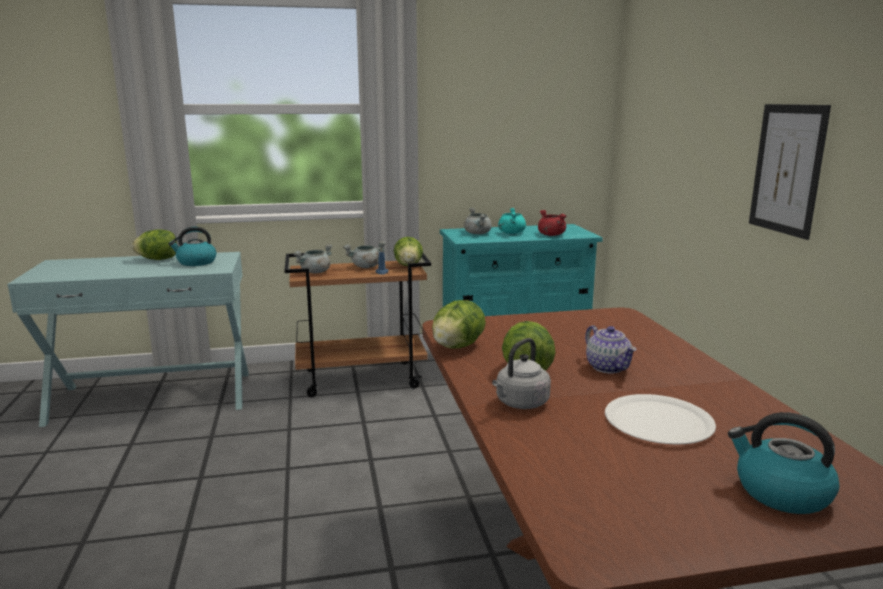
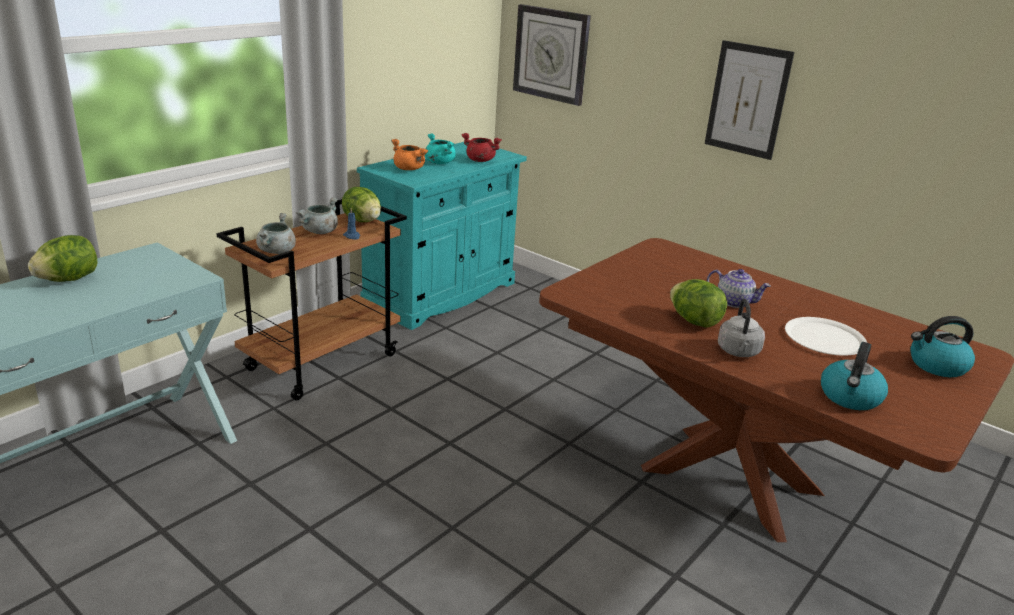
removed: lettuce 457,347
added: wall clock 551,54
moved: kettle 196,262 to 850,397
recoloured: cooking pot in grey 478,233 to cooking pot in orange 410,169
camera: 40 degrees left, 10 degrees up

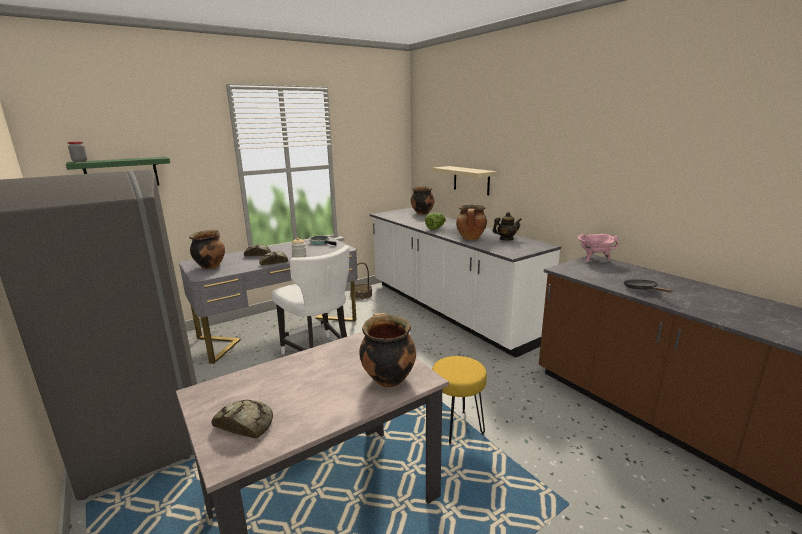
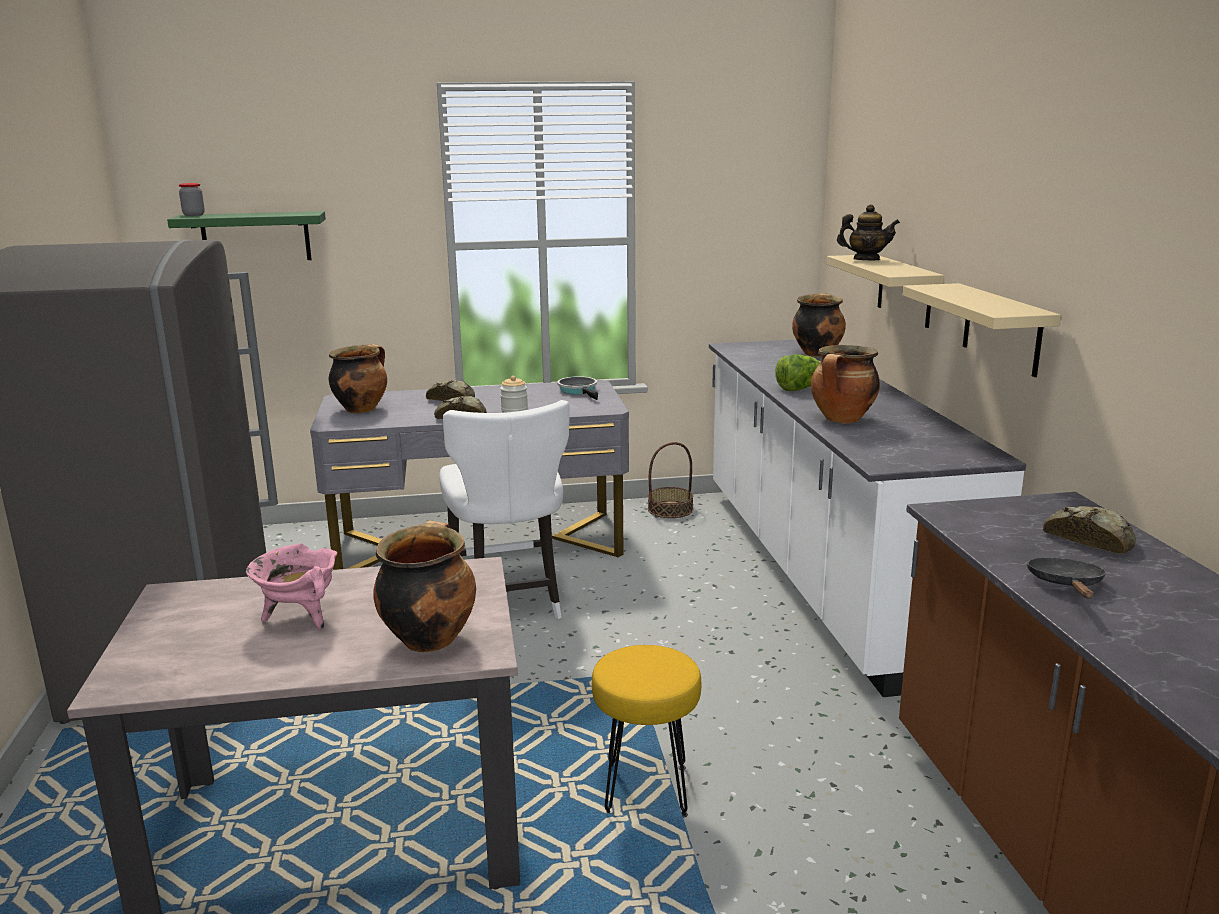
added: shelf in beige 1002,329
moved: bread 245,423 to 1089,538; teapot 506,239 to 866,260; cooking pot in pink 594,260 to 300,617
camera: 25 degrees right, 0 degrees up

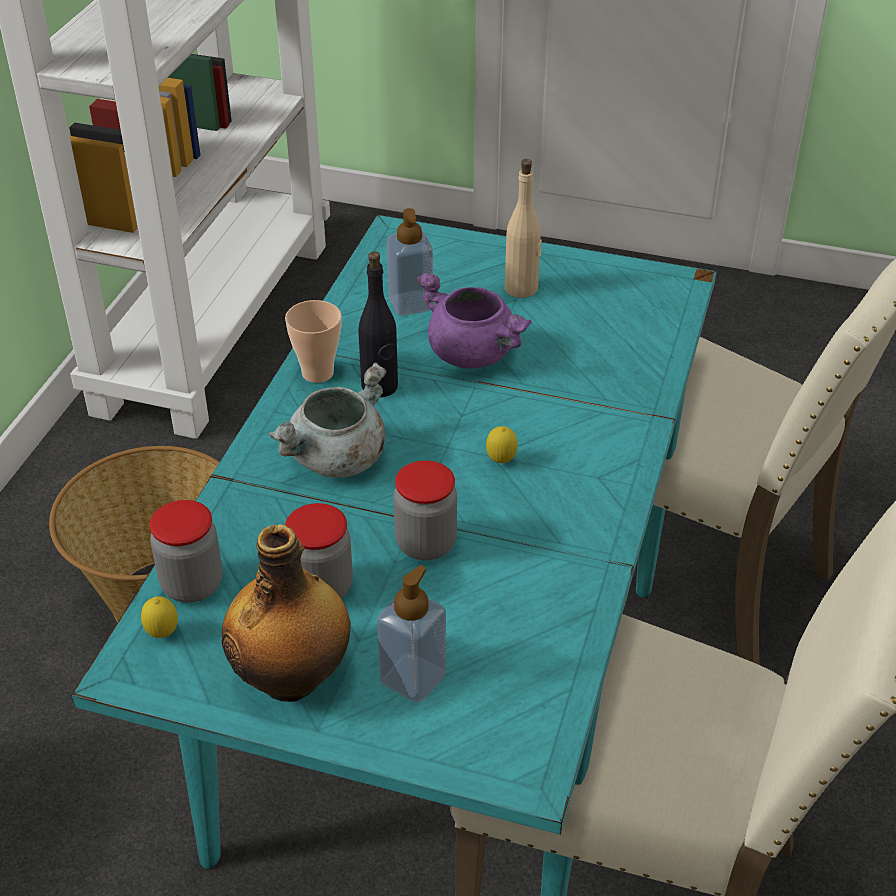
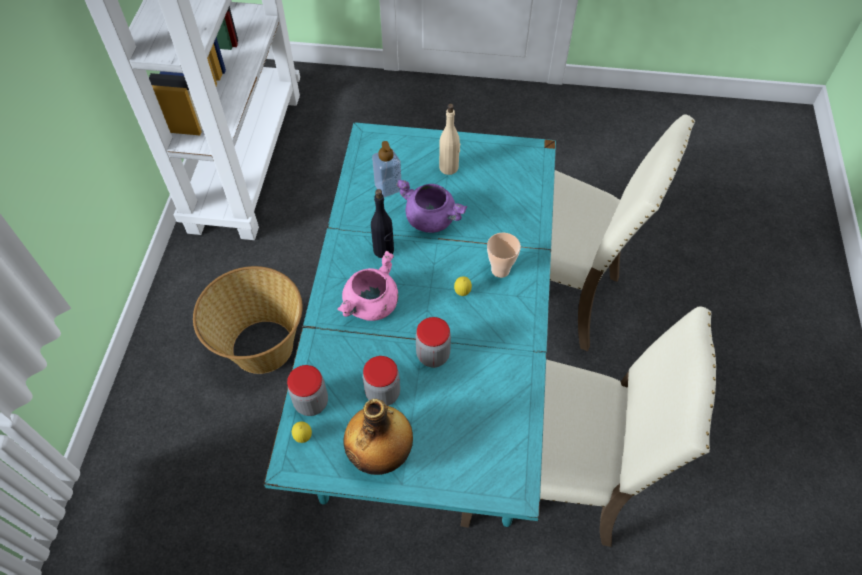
removed: soap dispenser 413,678
moved: cup 317,373 to 500,270
recoloured: cooking pot in grey 337,460 to cooking pot in pink 371,305
camera: 10 degrees left, 15 degrees up

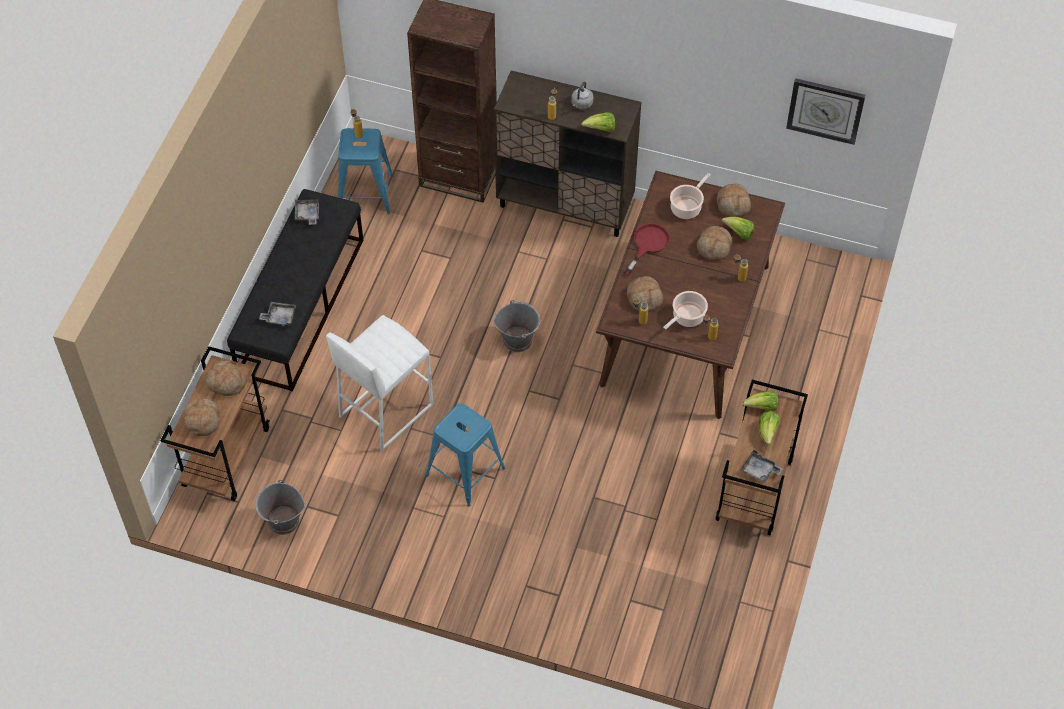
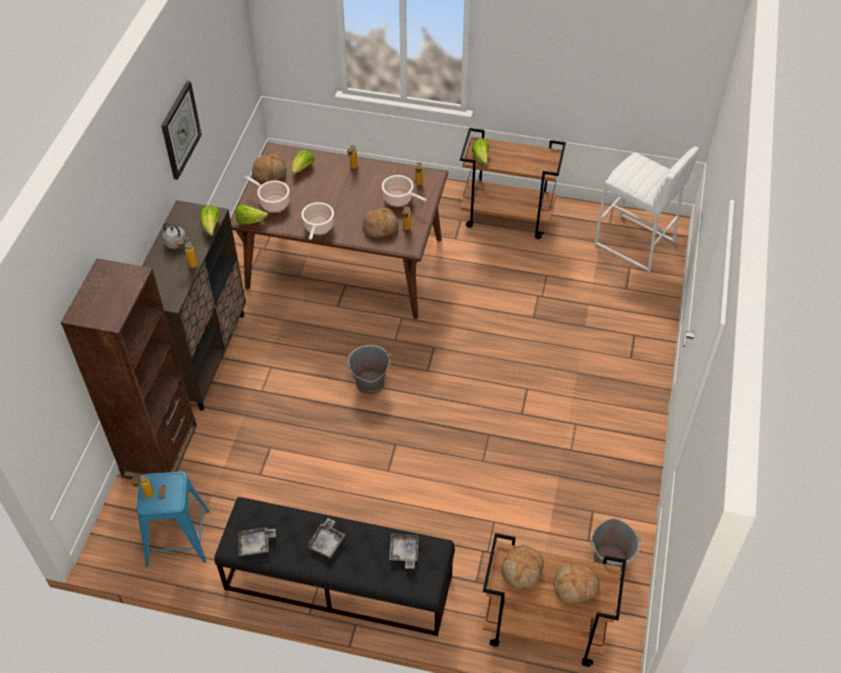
removed: stool in blue 465,471; bread 714,247
moved: stool in white 385,410 to 634,243; tray in grey 759,470 to 327,542; lettuce 767,432 to 250,221; wall clock 825,110 to 180,130
replaced: frying pan in red 647,244 to cooking pot 318,227
camera: 95 degrees left, 5 degrees down

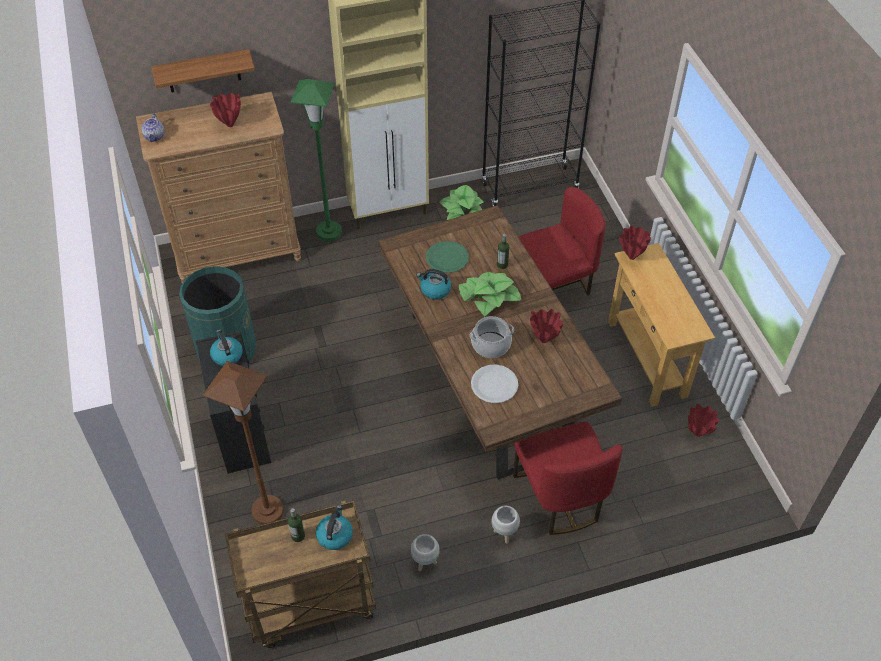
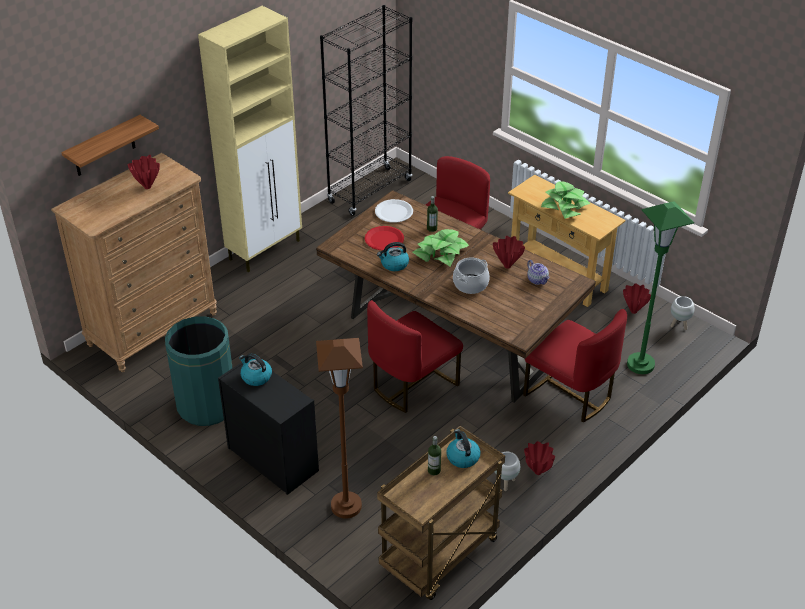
added: chair in red 412,385
moved: teapot 155,136 to 537,280; floor lamp in green 329,232 to 640,365; potted plant 462,209 to 565,206; plate in white 494,385 to 393,212; planter in white 504,534 to 679,325; vase in red 631,256 to 537,472
recoloured: plate in green 447,258 to plate in red 384,239
camera: 30 degrees left, 10 degrees down

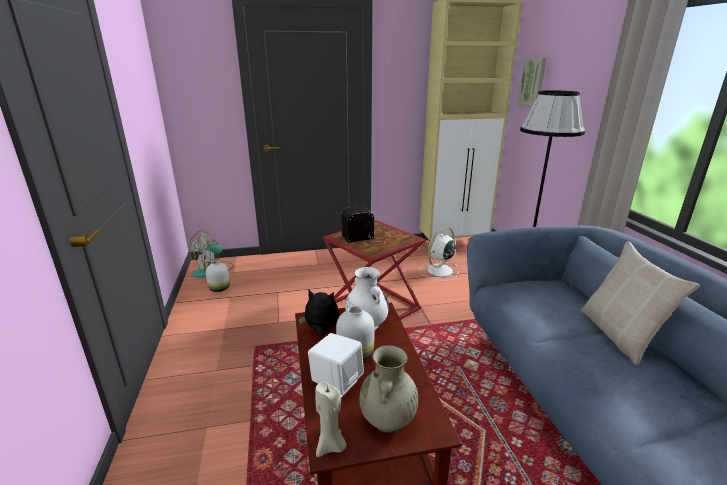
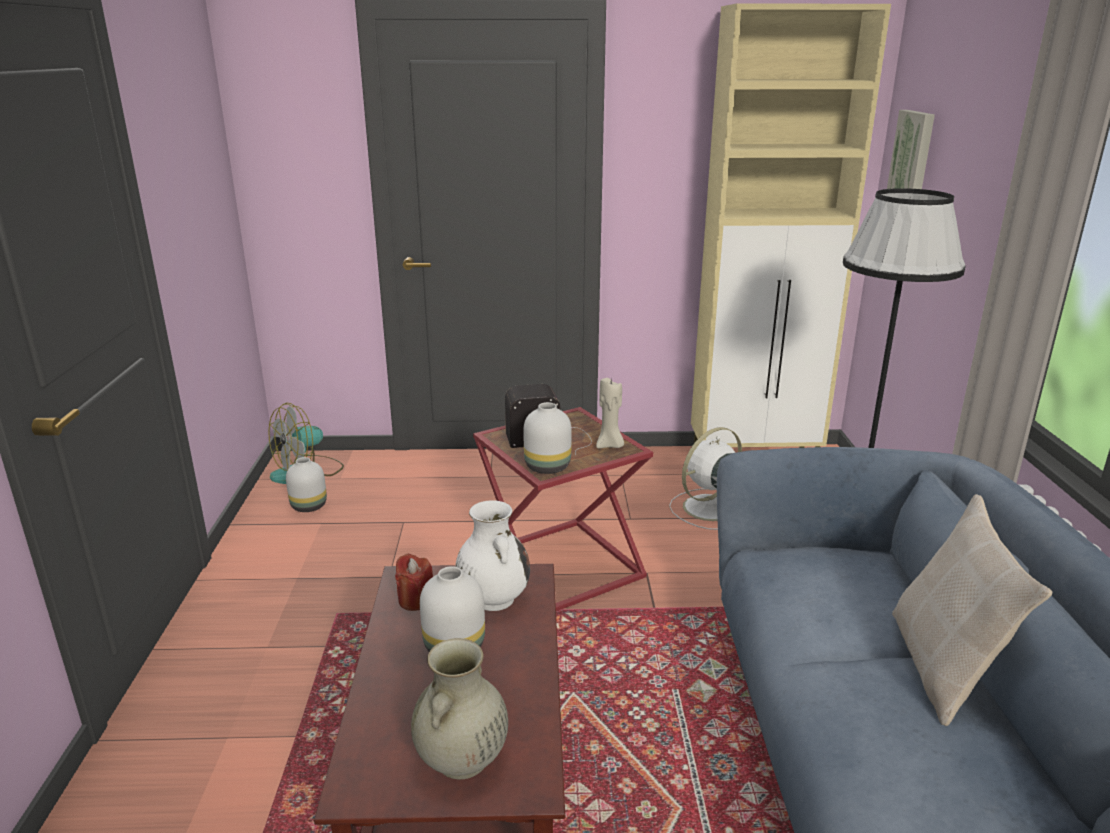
removed: speaker in white 336,384
added: vase in white 548,467
moved: candle in beige 331,446 to 610,445
replaced: plush toy 321,330 to candle in red 415,600
camera: 10 degrees right, 0 degrees up

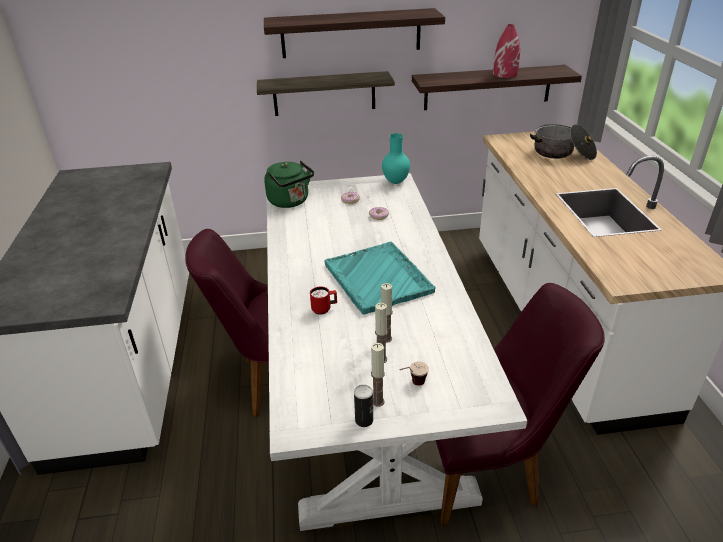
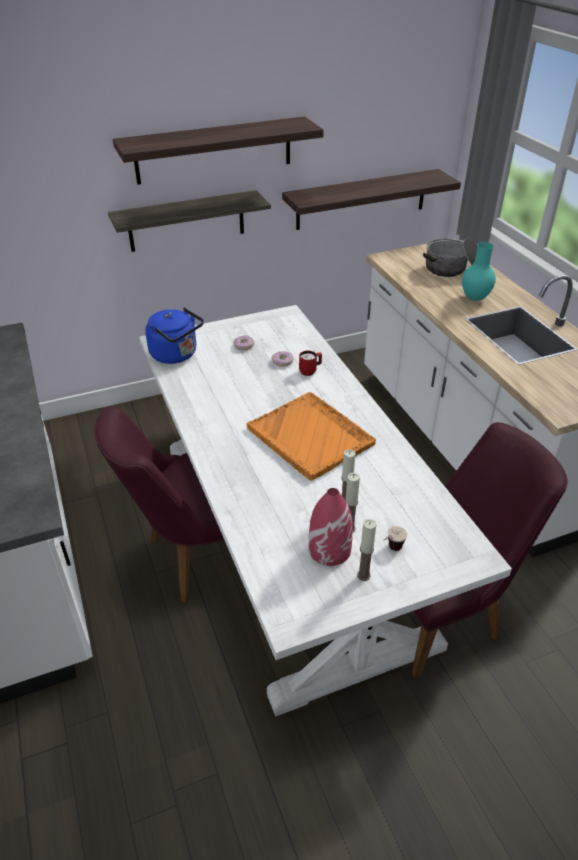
removed: can 364,420
moved: mug in red 324,309 to 310,371; vase in turquoise 396,182 to 475,298; vase in red 505,74 to 329,549
recoloured: kettle in green 290,202 to kettle in blue 176,355; tray in turquoise 378,279 to tray in orange 311,437
camera: 15 degrees left, 5 degrees up

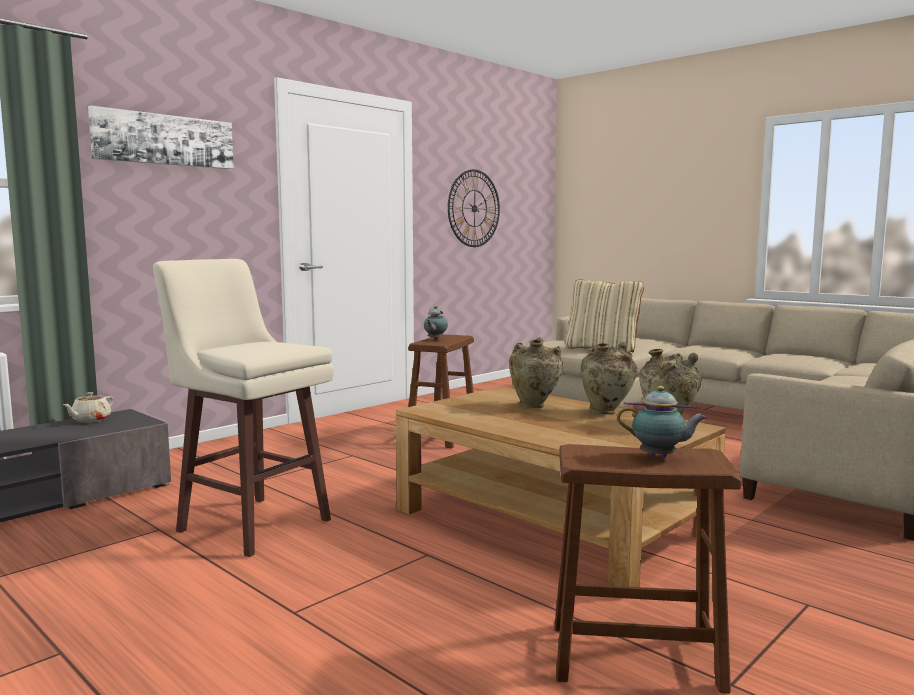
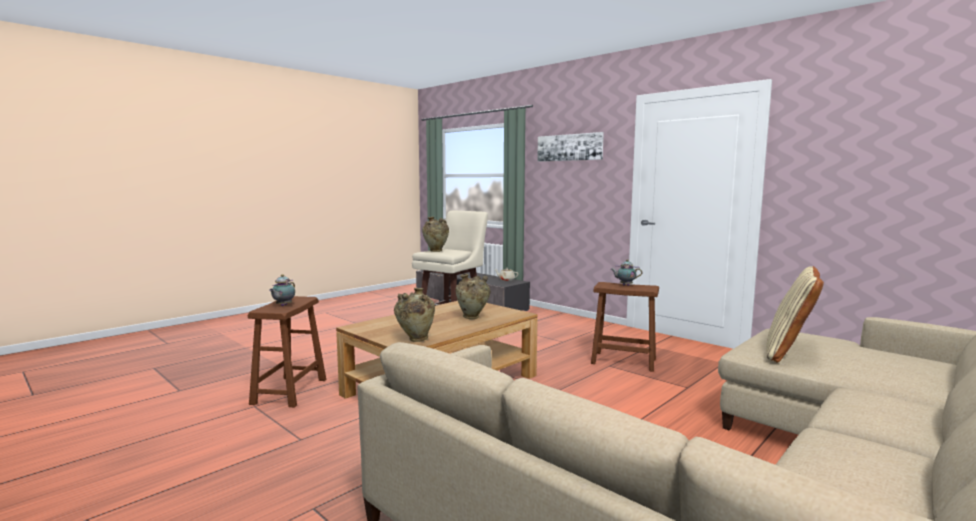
removed: wall clock 474,208
moved: vase in beige 607,412 to 436,251
camera: 90 degrees right, 0 degrees up

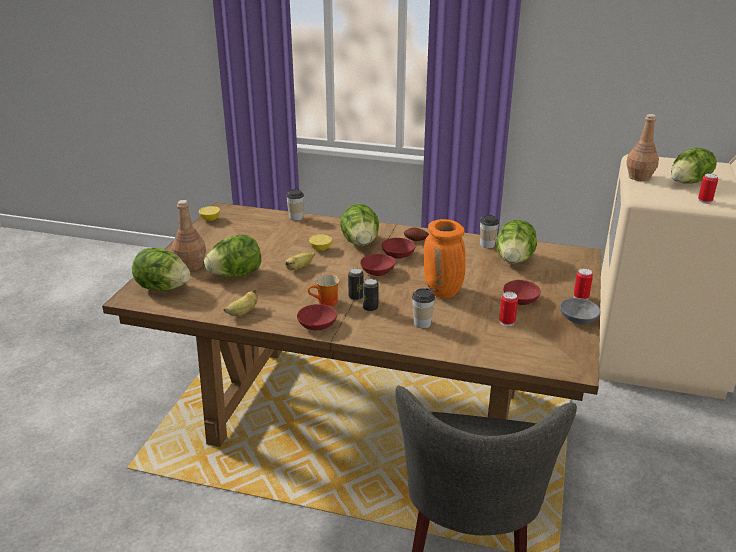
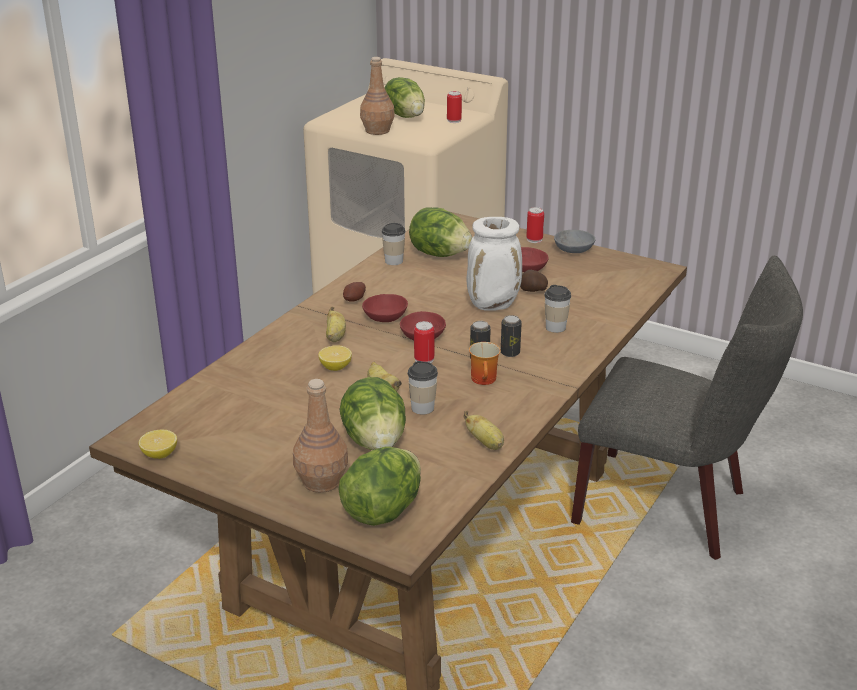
removed: bowl in red 317,325
added: potato 532,291
moved: cup 296,217 to 422,408; can 507,322 to 424,359
replaced: lettuce 360,242 to banana 335,337
recoloured: vase in orange 443,292 to vase in white 493,305
camera: 75 degrees left, 0 degrees up

